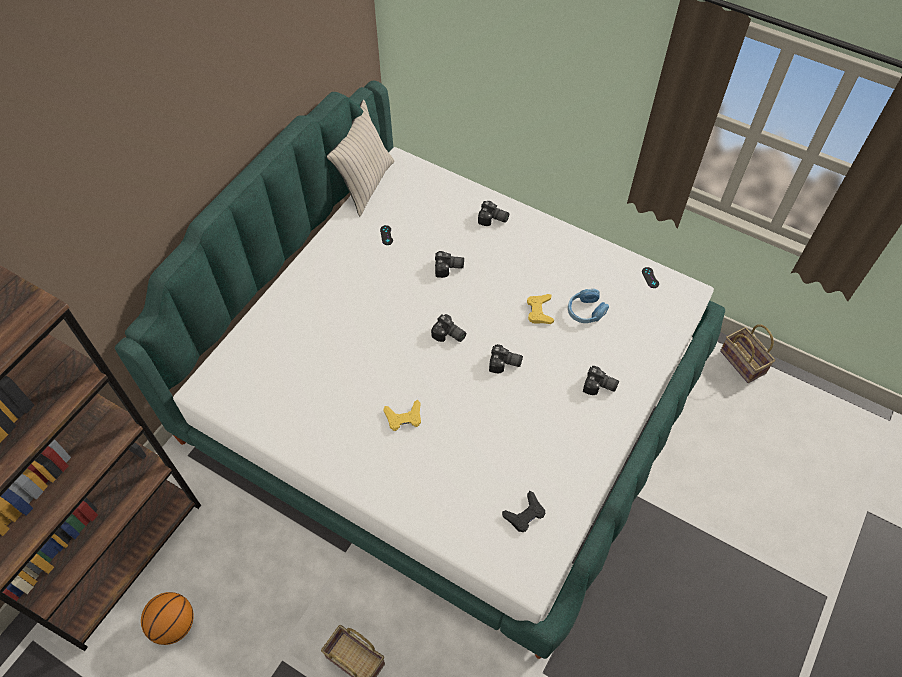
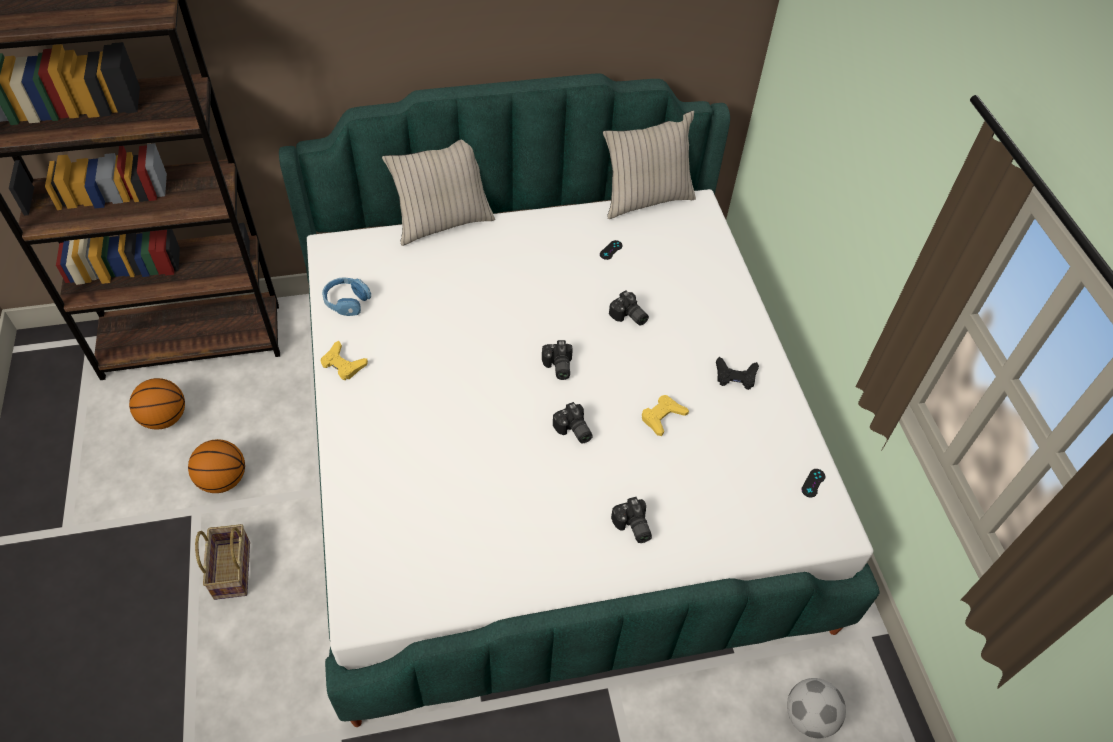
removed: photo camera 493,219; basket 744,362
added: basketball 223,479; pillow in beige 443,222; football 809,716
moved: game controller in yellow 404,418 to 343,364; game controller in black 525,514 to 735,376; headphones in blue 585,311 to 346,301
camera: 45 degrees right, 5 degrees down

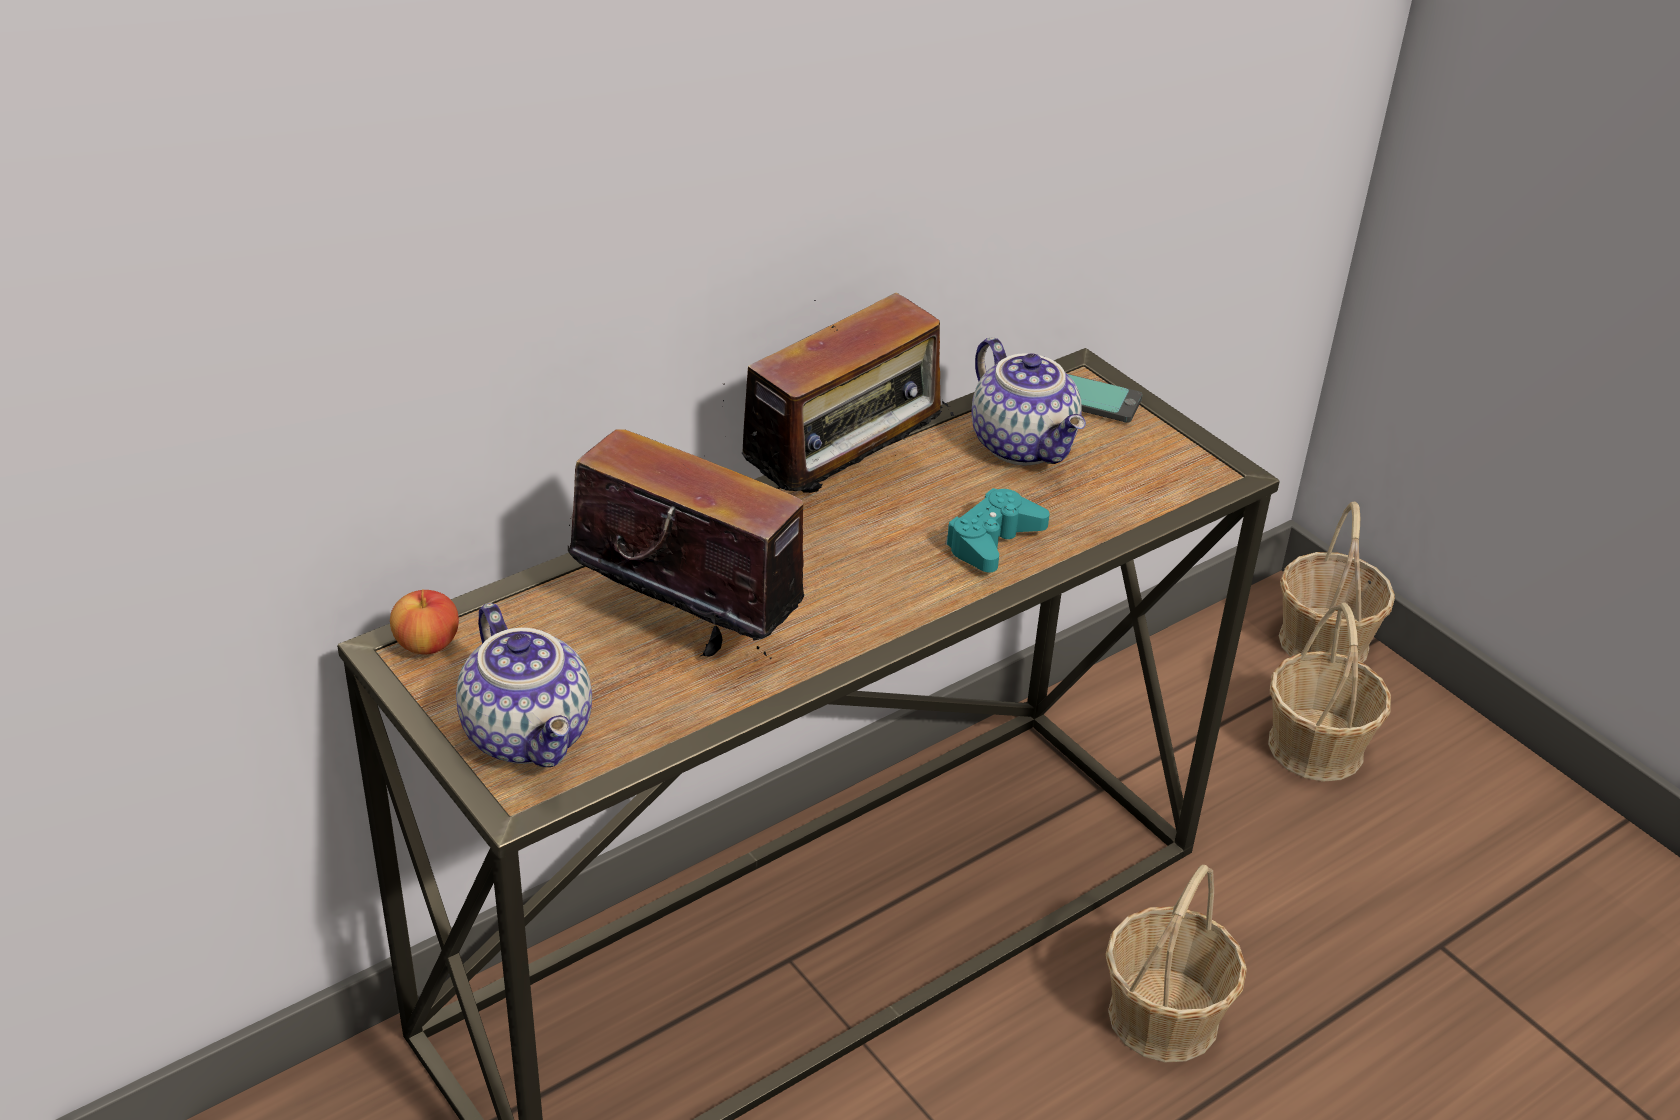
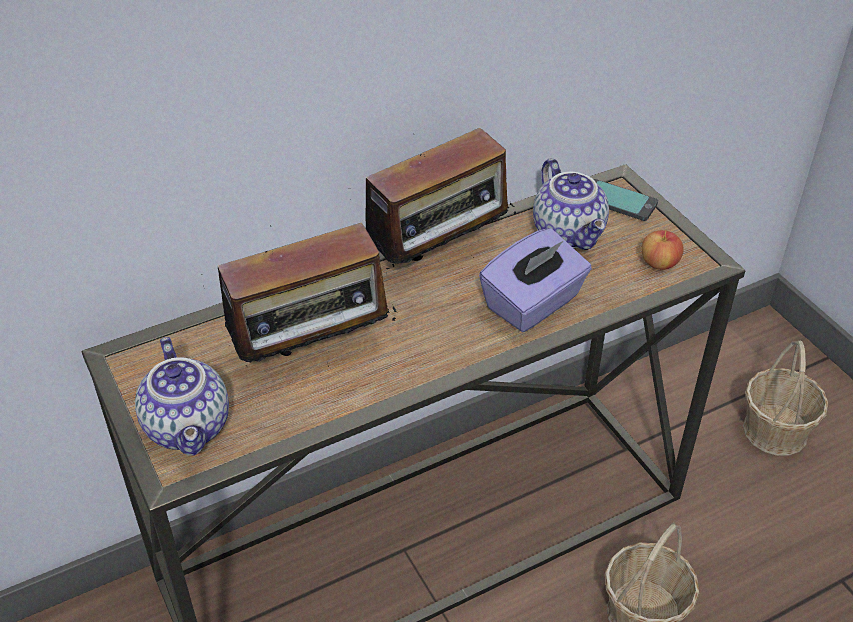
removed: basket 1323,642
moved: apple 427,644 to 659,263
replaced: game controller in turquoise 993,541 to tissue box in purple 533,304
turned: radio 688,627 = 313,354 120 degrees clockwise
camera: 10 degrees right, 5 degrees up

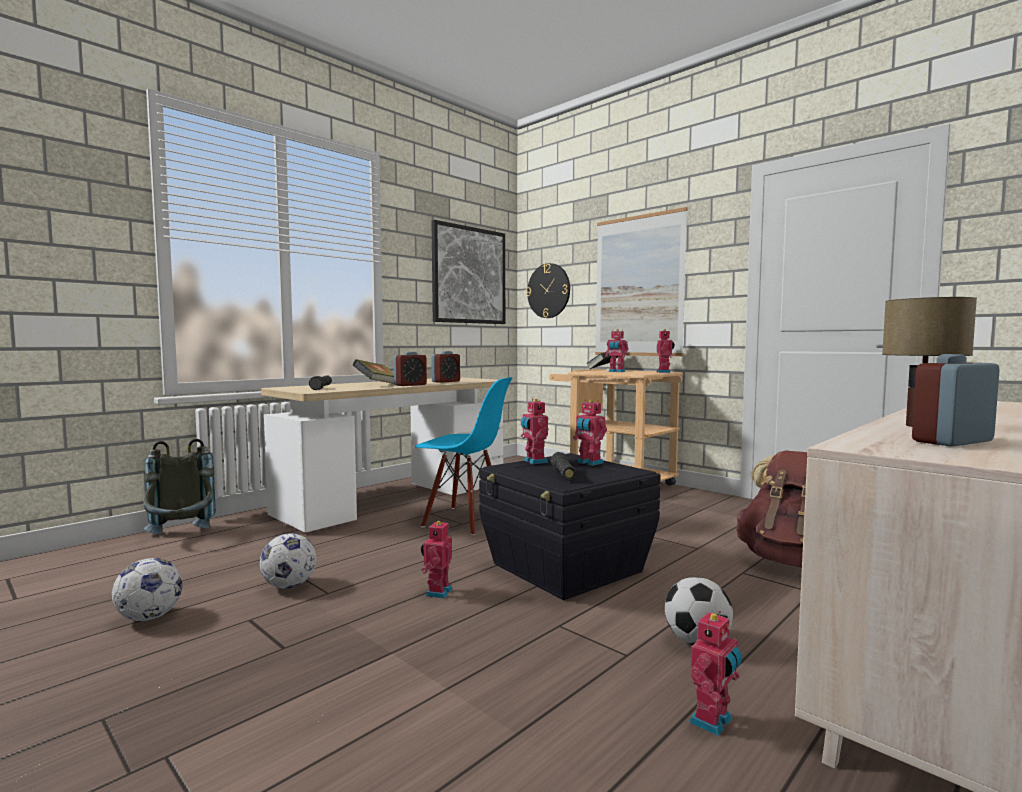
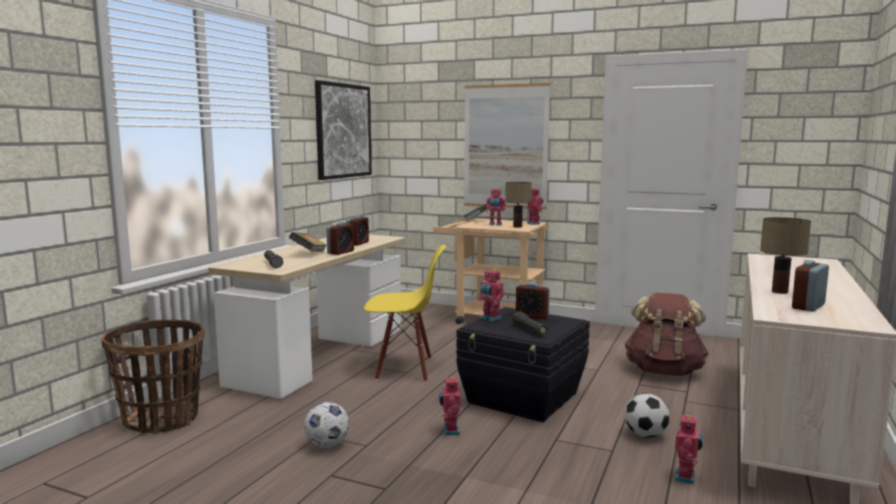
removed: football 150,617; wall clock 548,290
added: table lamp 517,226
replaced: backpack in grey 181,537 to basket 161,419; toy robot 589,463 to alarm clock 532,316
recoloured: chair in blue 464,520 to chair in yellow 404,369
camera: 20 degrees left, 5 degrees up

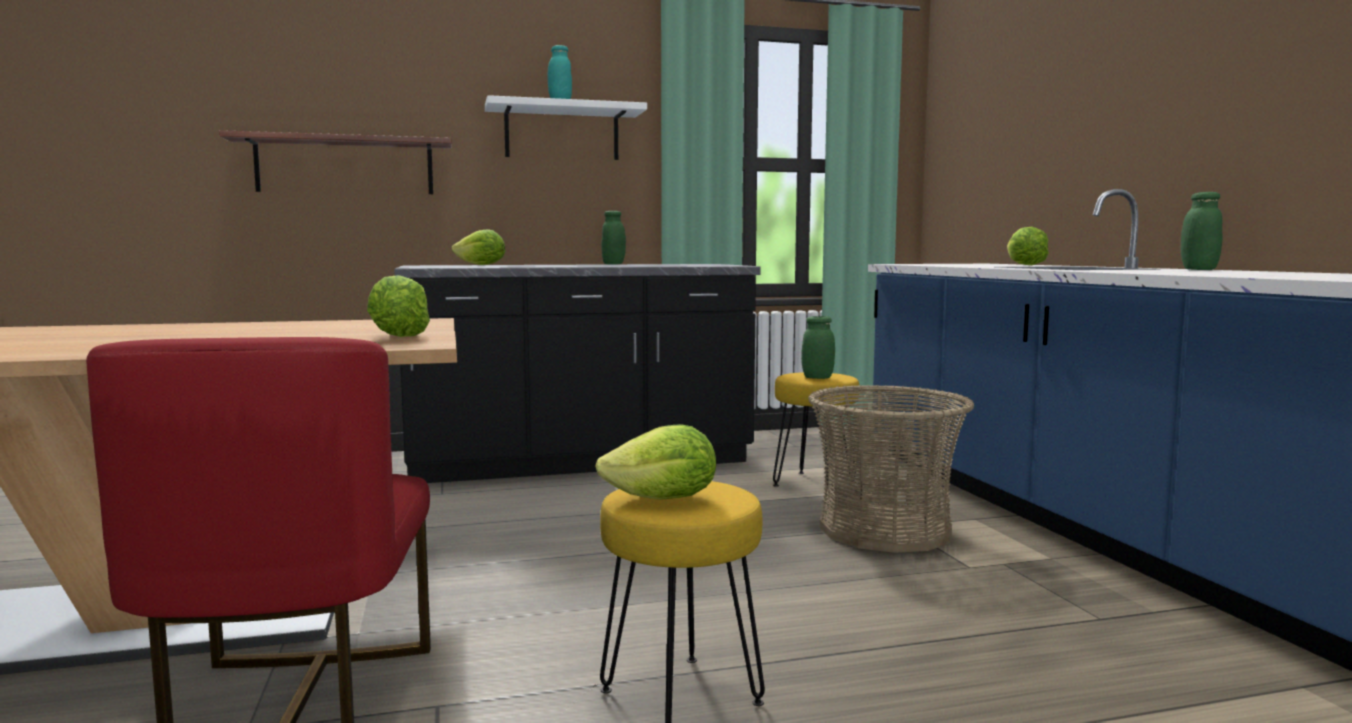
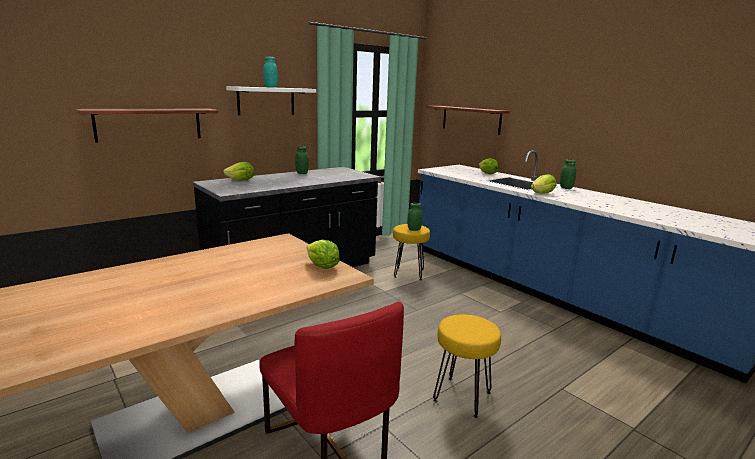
removed: basket 885,530
added: shelf 471,119
moved: lettuce 663,500 to 542,193
camera: 25 degrees left, 10 degrees up

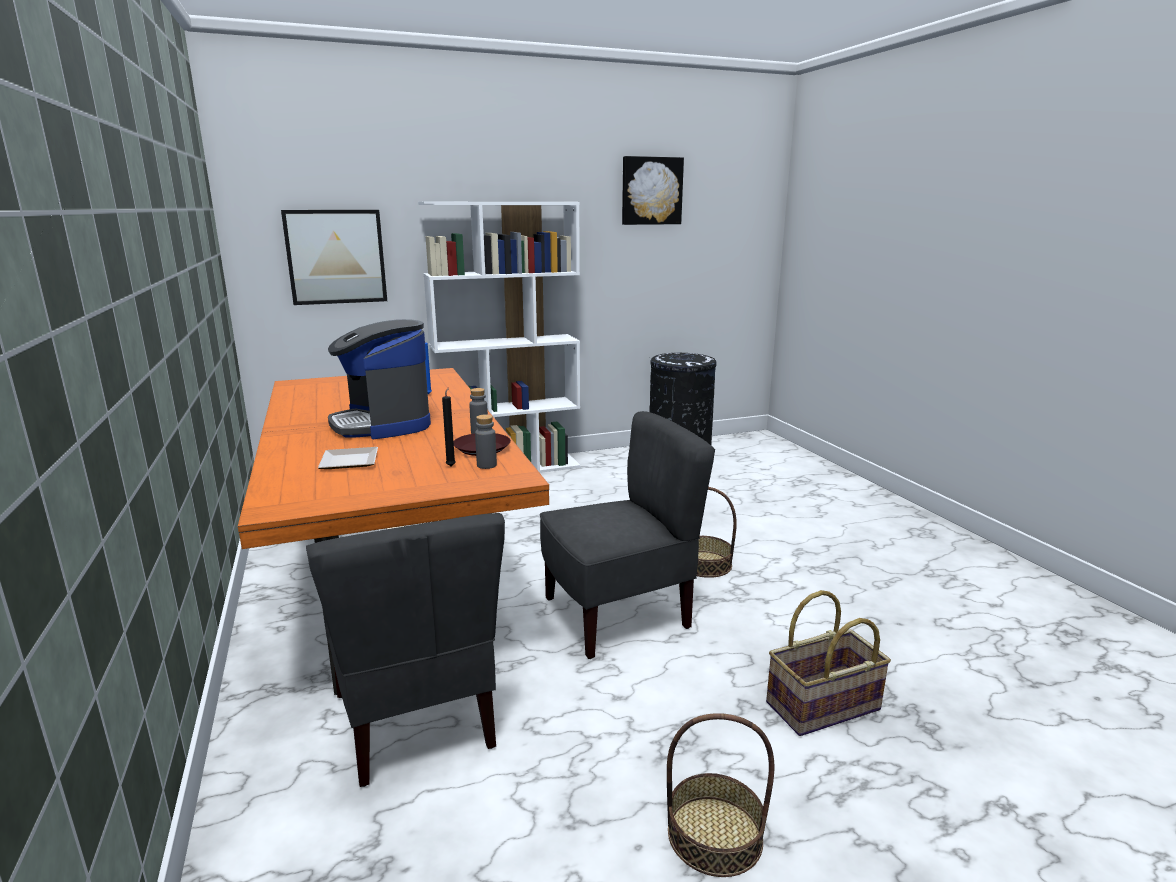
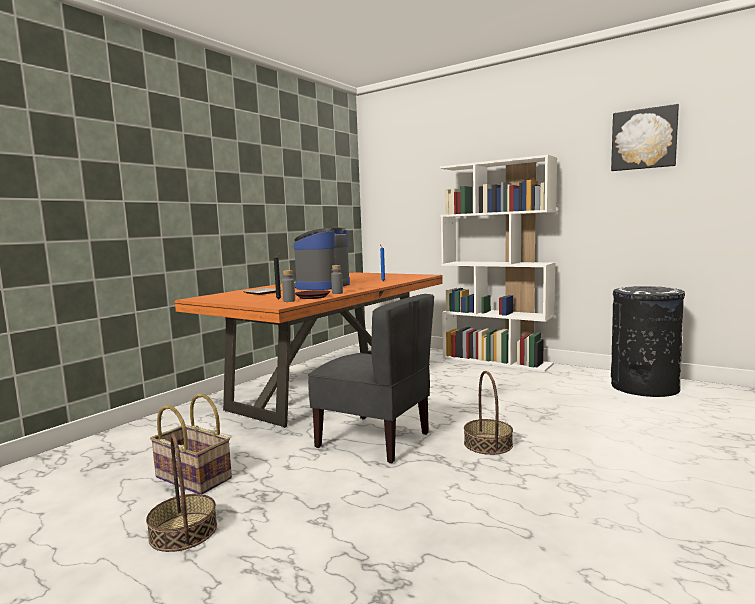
removed: picture 336,257; chair in grey 417,719
moved: basket 823,707 to 192,478
camera: 55 degrees right, 10 degrees down

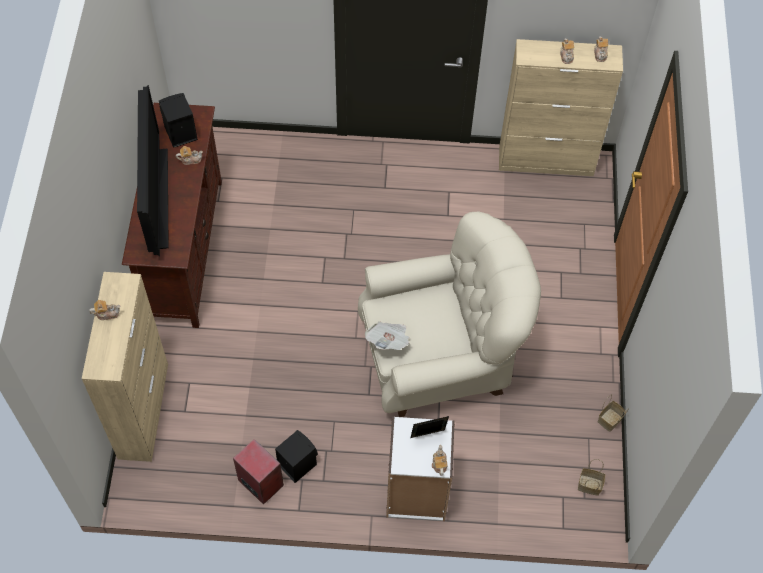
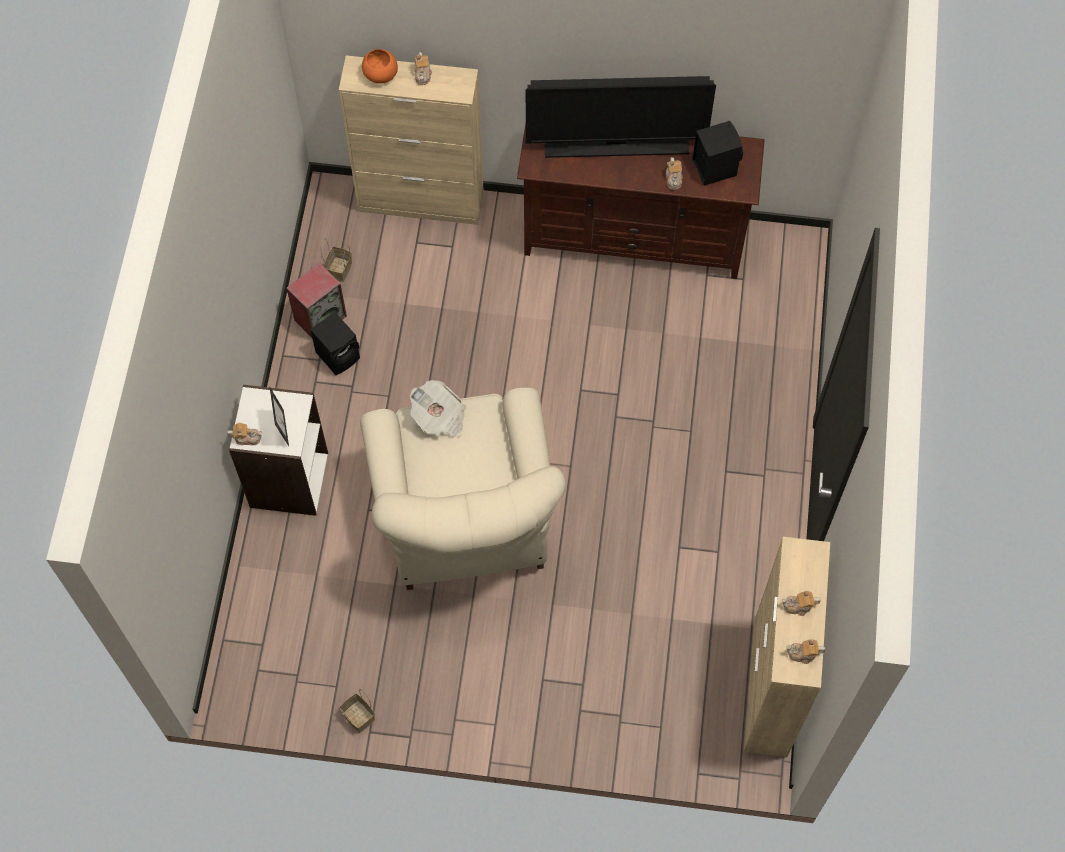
added: bowl in orange 380,75
moved: basket 588,485 to 339,268
camera: 95 degrees right, 5 degrees up

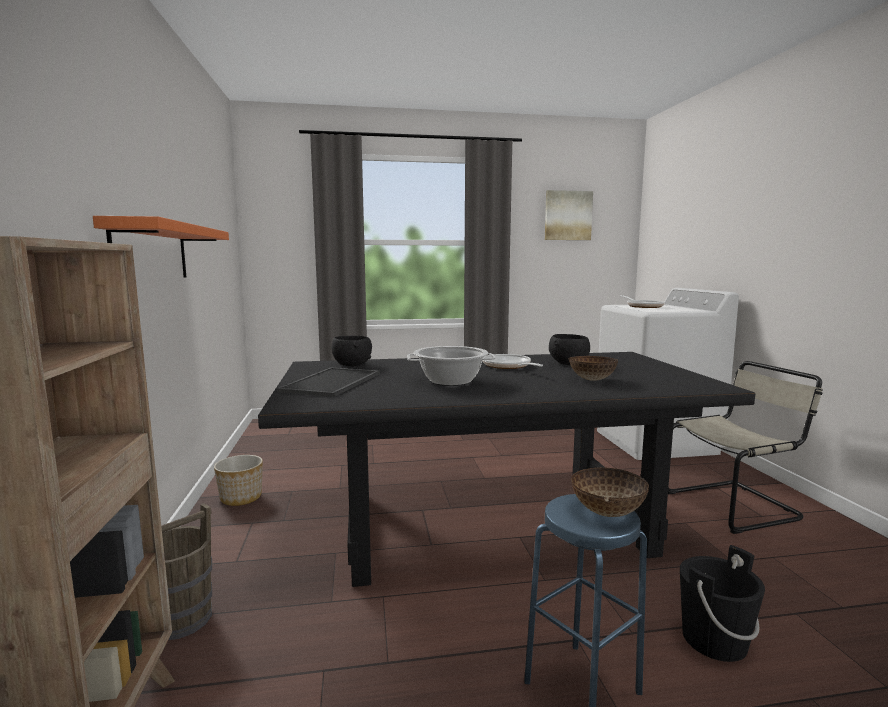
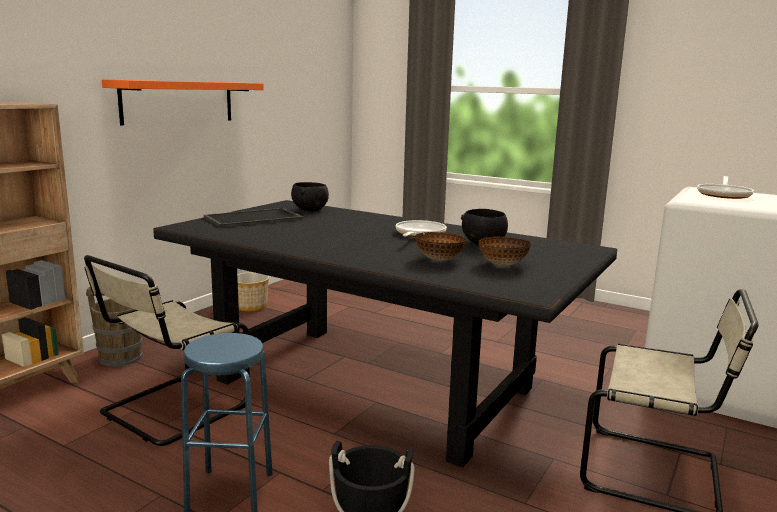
removed: cooking pot 450,381; picture 567,215
added: chair in beige 170,411
moved: bowl 606,512 to 502,264
camera: 40 degrees right, 5 degrees up

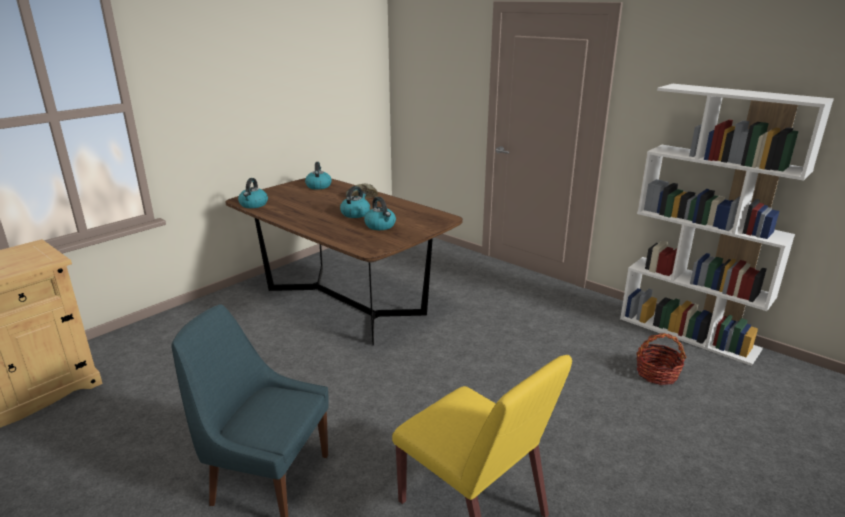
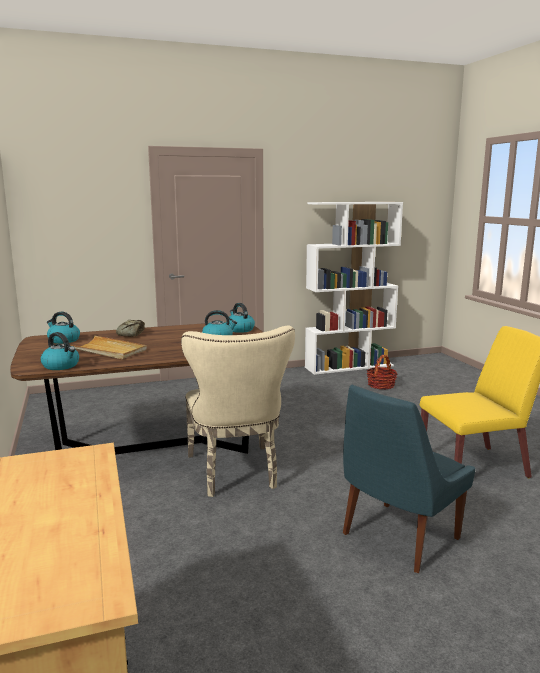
added: tray in beige 107,350; chair in beige 236,474
moved: kettle 355,213 to 239,329
camera: 60 degrees left, 10 degrees down

